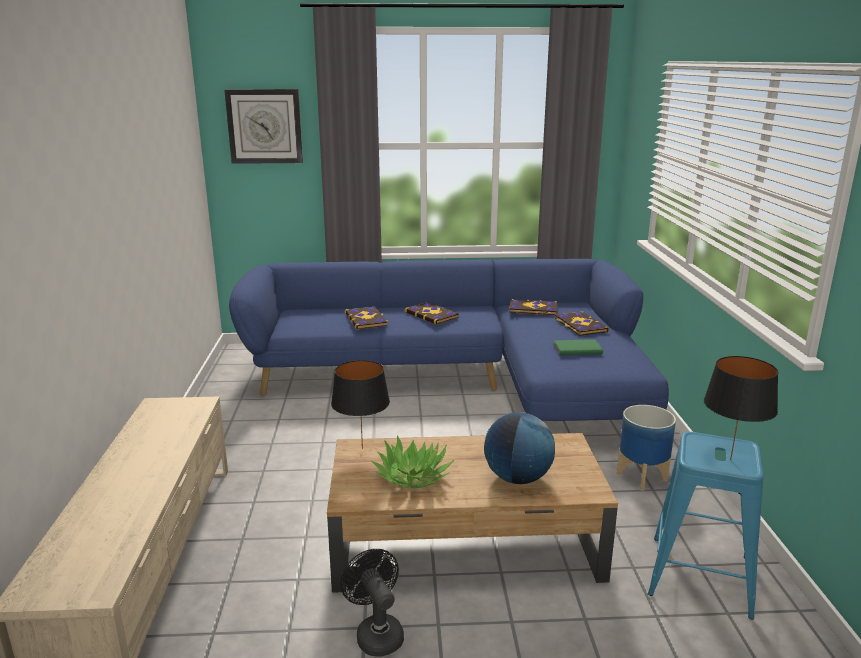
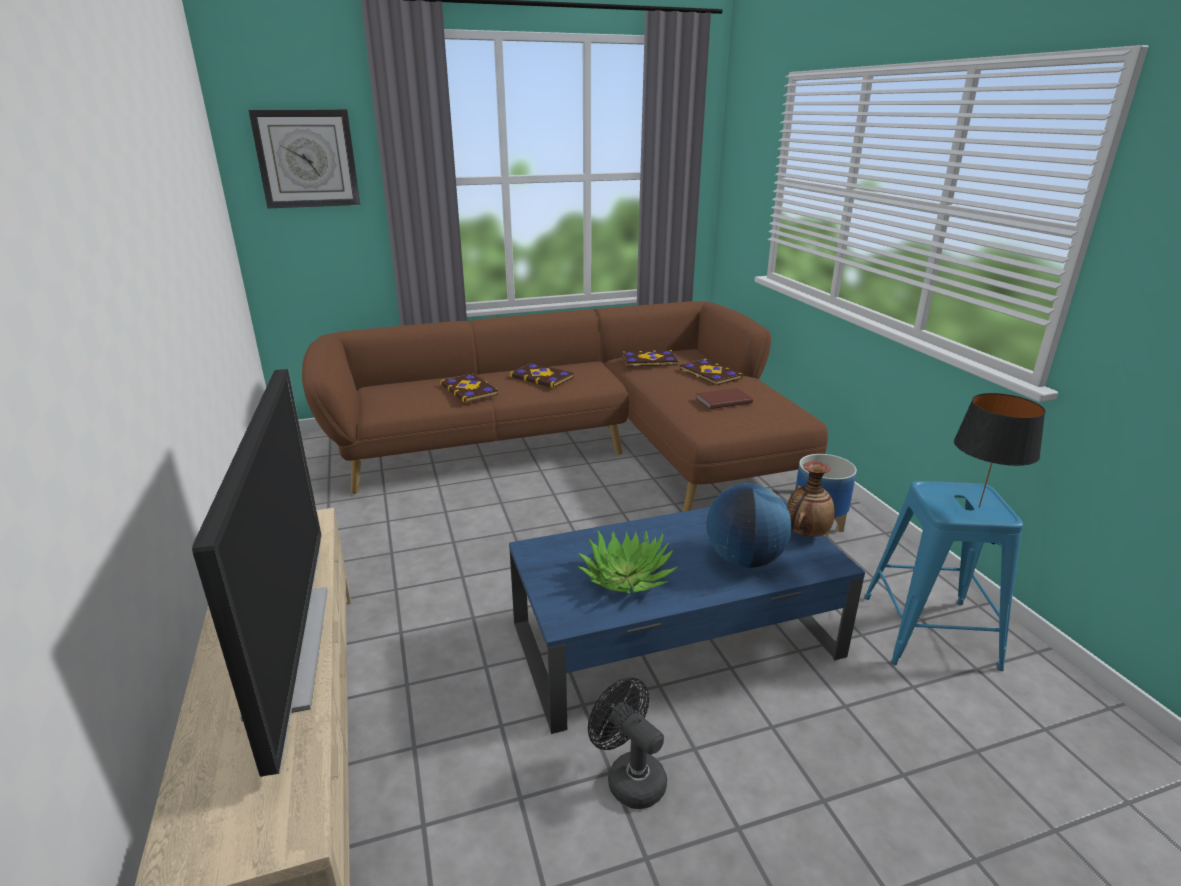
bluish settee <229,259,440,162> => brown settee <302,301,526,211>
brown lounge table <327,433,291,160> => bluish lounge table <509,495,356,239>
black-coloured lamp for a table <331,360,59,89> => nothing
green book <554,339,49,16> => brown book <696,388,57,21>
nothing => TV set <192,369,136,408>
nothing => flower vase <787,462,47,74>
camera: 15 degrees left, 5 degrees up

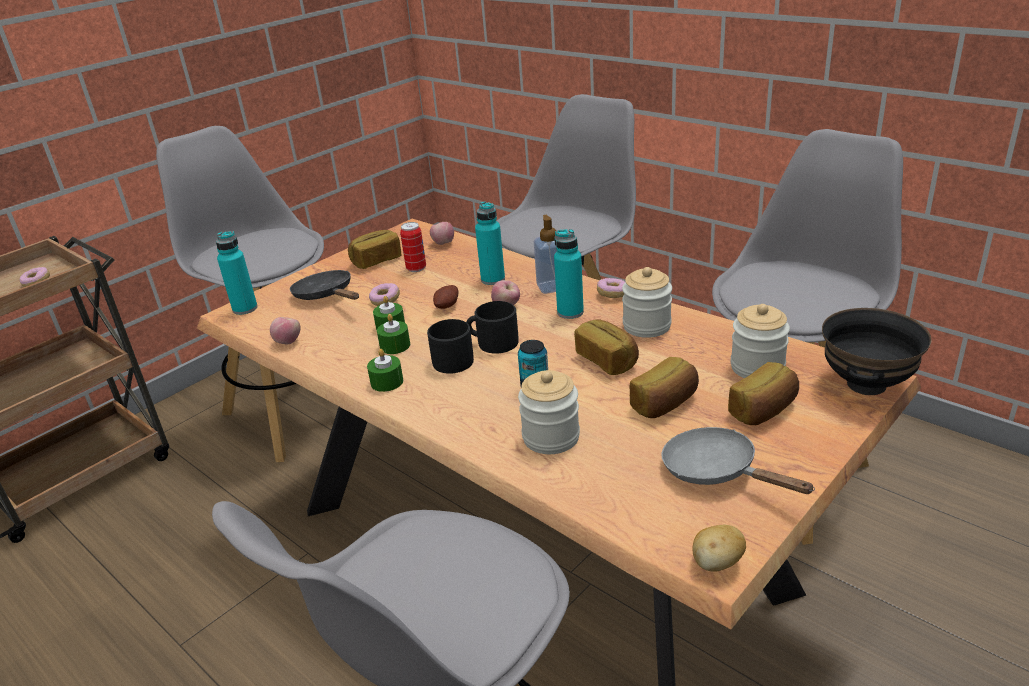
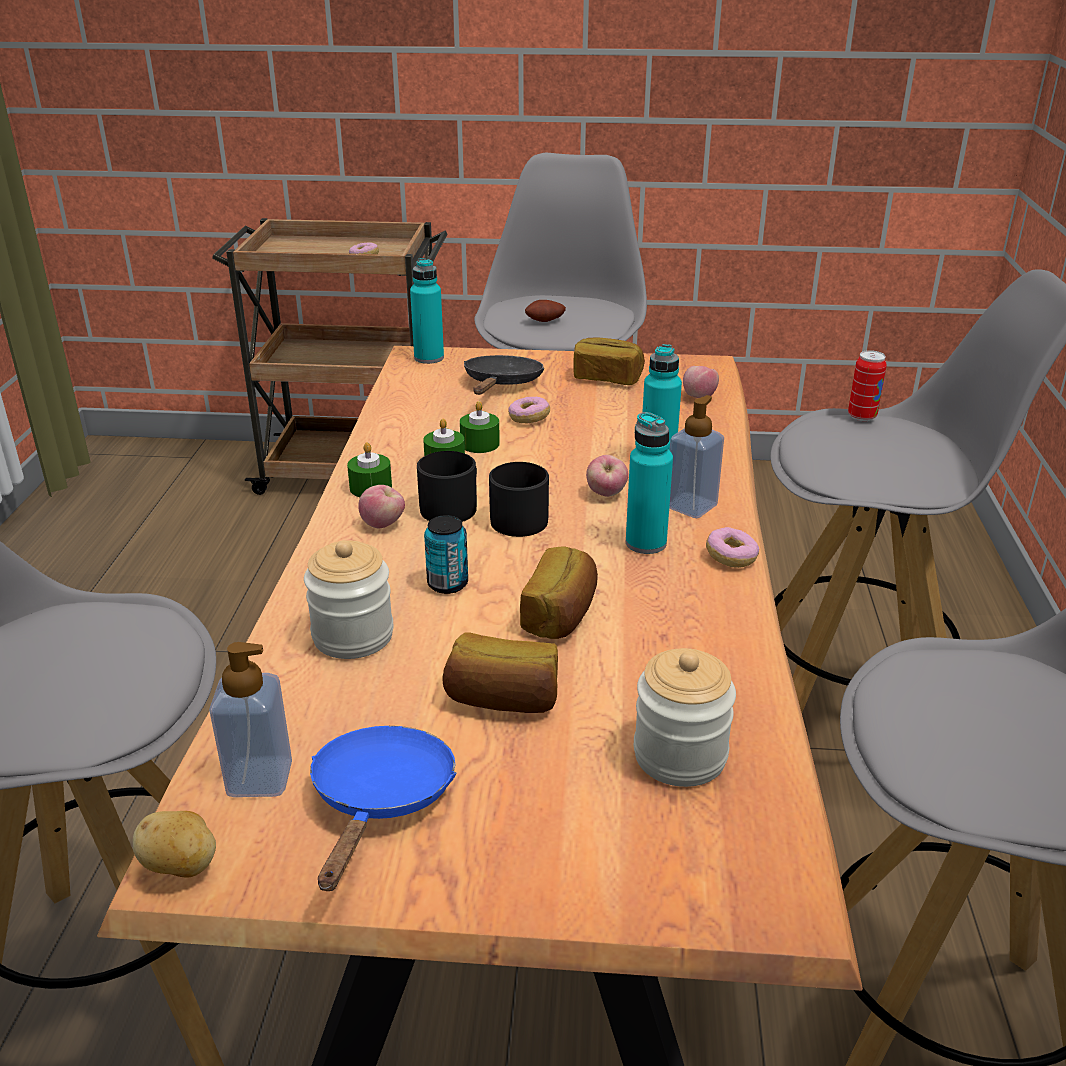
whole apple <270,317,31,27> => whole apple <358,485,47,43>, relocated
can <400,222,26,50> => can <848,350,39,71>, relocated
spud <433,285,26,24> => spud <525,300,41,22>, relocated
storage jar <622,267,50,71> => nothing
grey frying pan <661,427,154,67> => bluish frying pan <310,726,146,165>
bakery bread <728,362,71,63> => nothing
black-coloured bowl <822,308,110,87> => nothing
nothing => liquid soap bottle <209,642,83,155>
camera: 50 degrees right, 0 degrees up

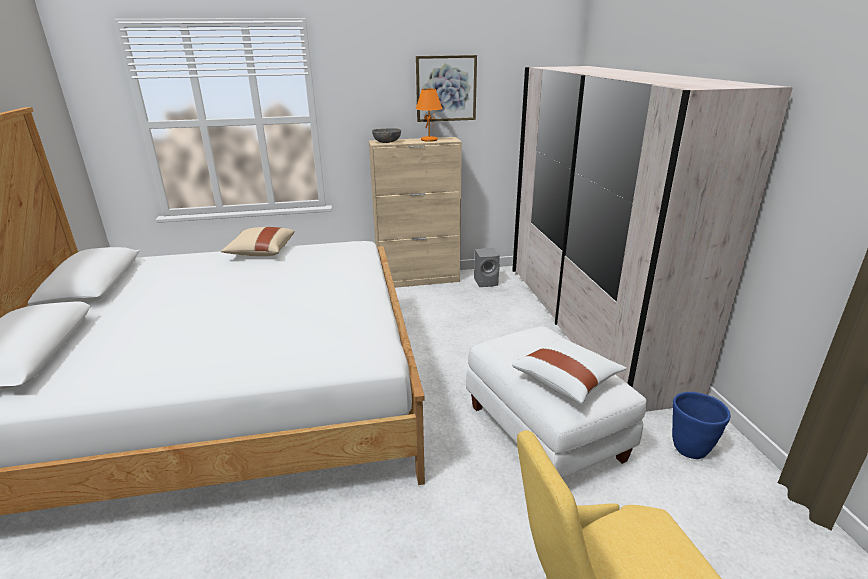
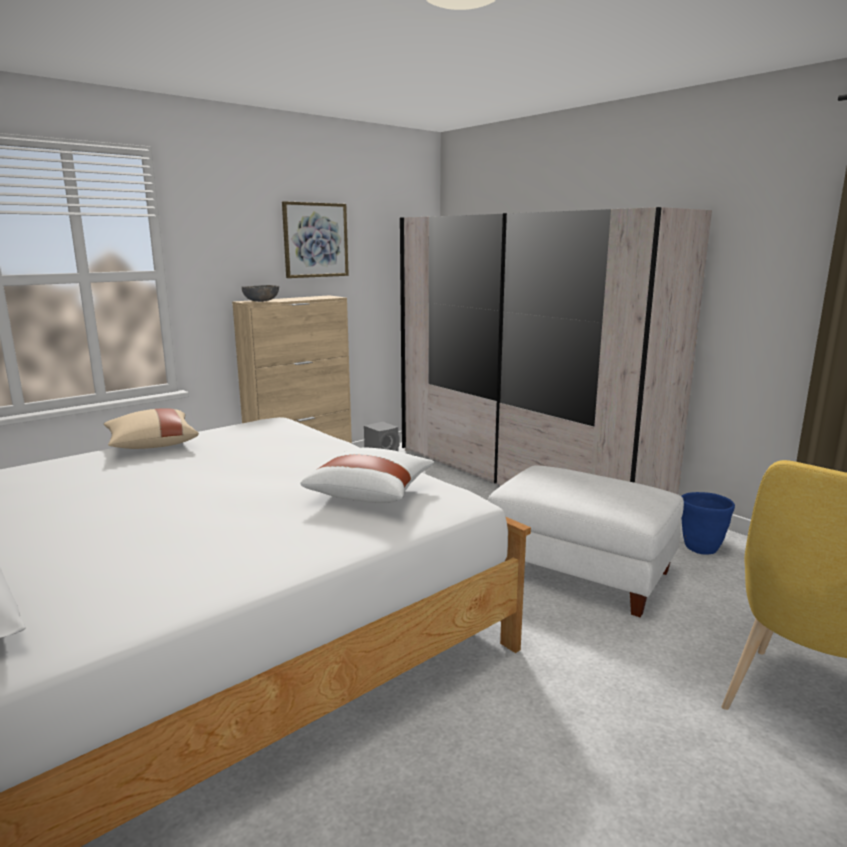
orange lamp for a table <416,89,27,53> => nothing
whitish pillow <512,337,115,67> => whitish pillow <300,448,134,55>, relocated
camera: 30 degrees left, 10 degrees down

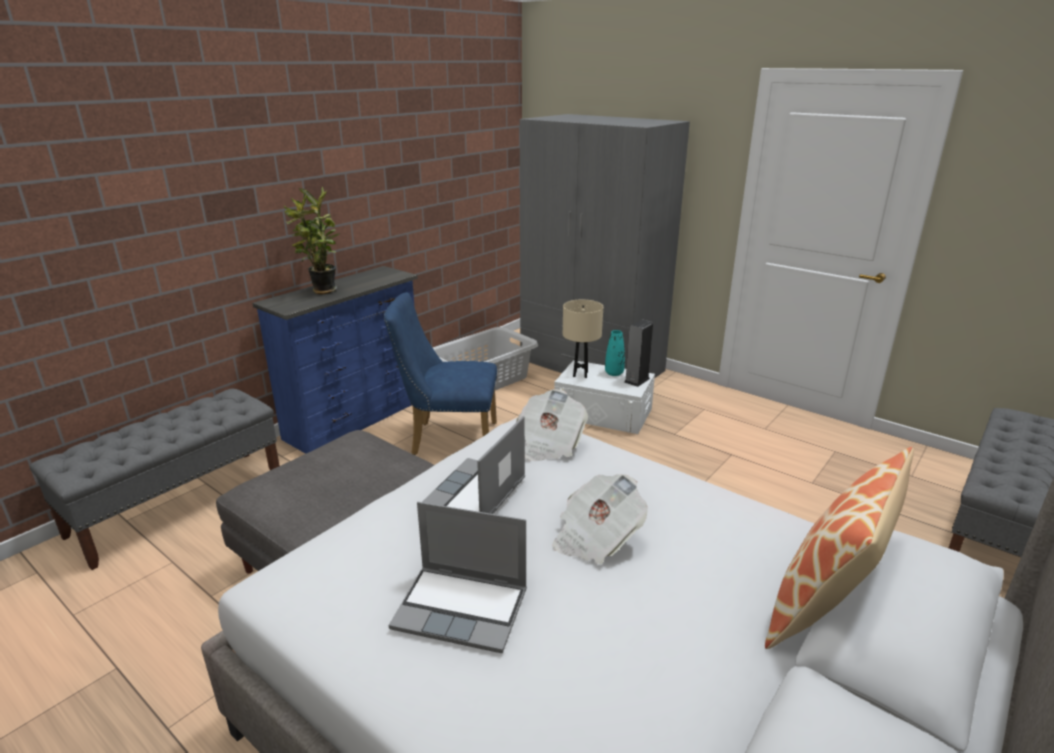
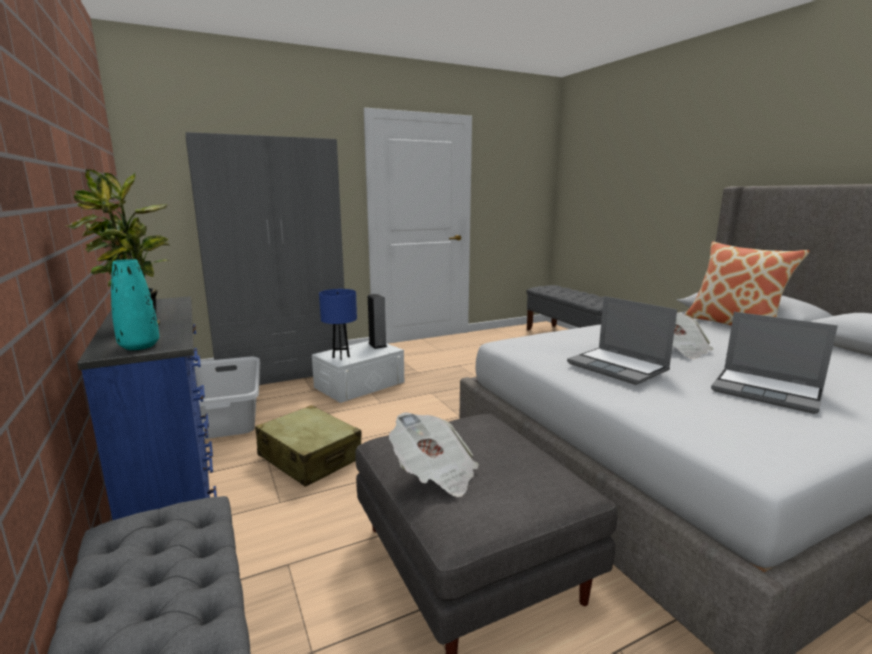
bluish upright chair <384,292,113,163> => beige-coloured piece of luggage <255,405,106,82>
notebook computer <389,502,138,151> => notebook computer <711,312,127,102>, 90 degrees clockwise
newspaper <516,389,72,72> => newspaper <389,412,90,85>, relocated
beige-coloured lamp for a table <563,299,40,79> => bluish lamp for a table <319,289,38,71>
blue-green flower vase <605,330,20,46> => blue-green flower vase <111,259,48,91>, relocated
camera: 65 degrees left, 10 degrees down

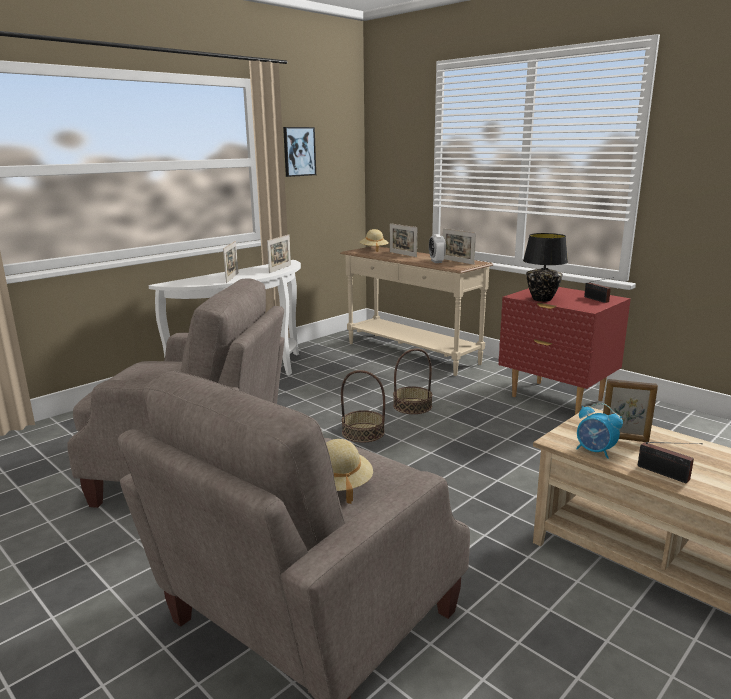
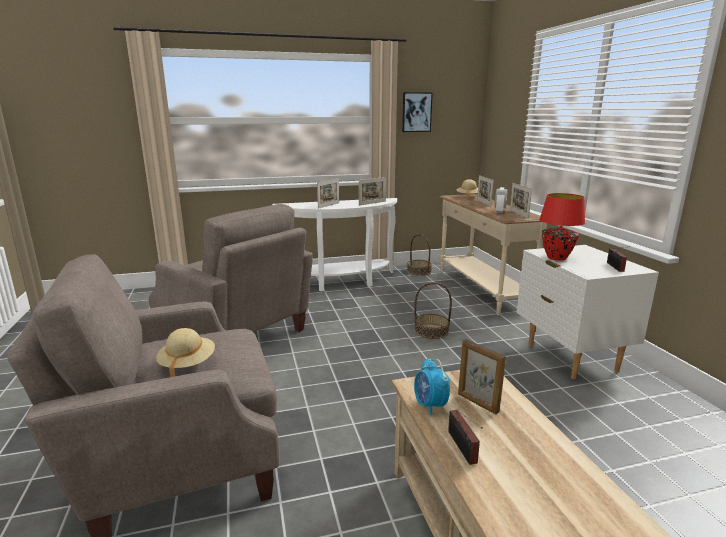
storage basket <341,370,44,73> => storage basket <407,234,25,41>, relocated
red-coloured night table <499,287,132,128> => whitish night table <517,245,142,135>
black-coloured lamp for a table <523,233,45,69> => red-coloured lamp for a table <539,193,46,68>
camera: 30 degrees right, 0 degrees up

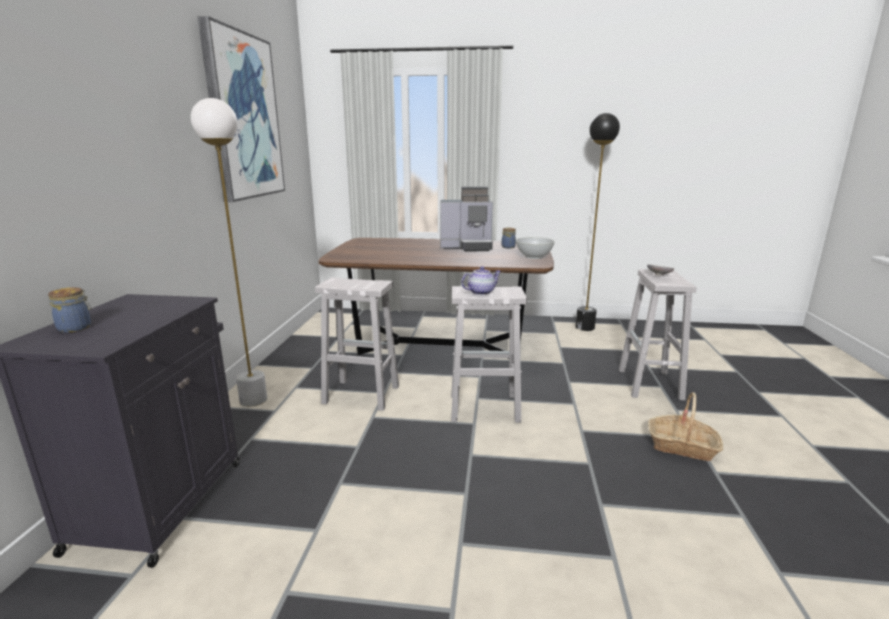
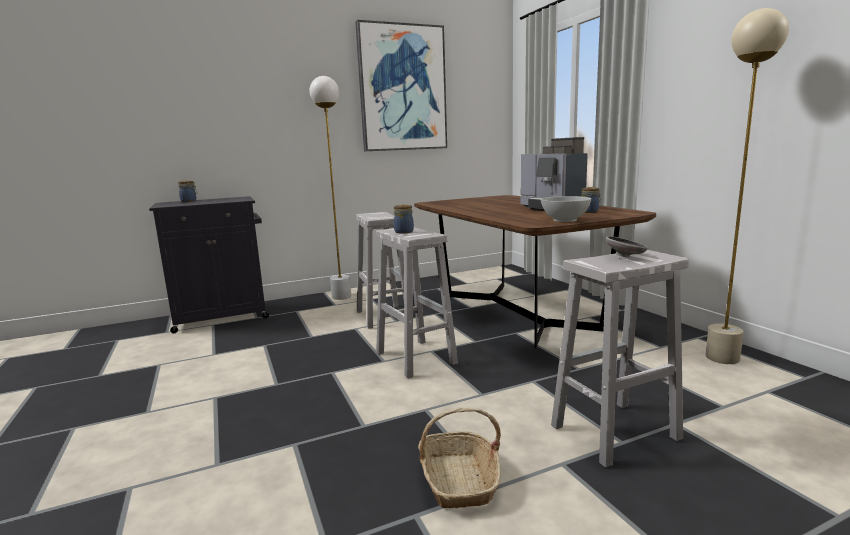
pot for tea <461,266,40,29> => storage jar <394,204,20,30>
black-coloured standard lamp <575,113,45,218> => beige-coloured standard lamp <705,8,84,356>
camera: 60 degrees right, 5 degrees down

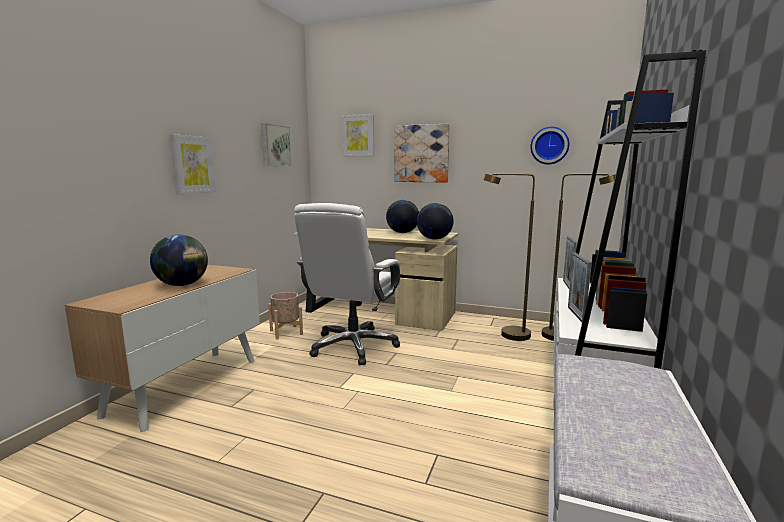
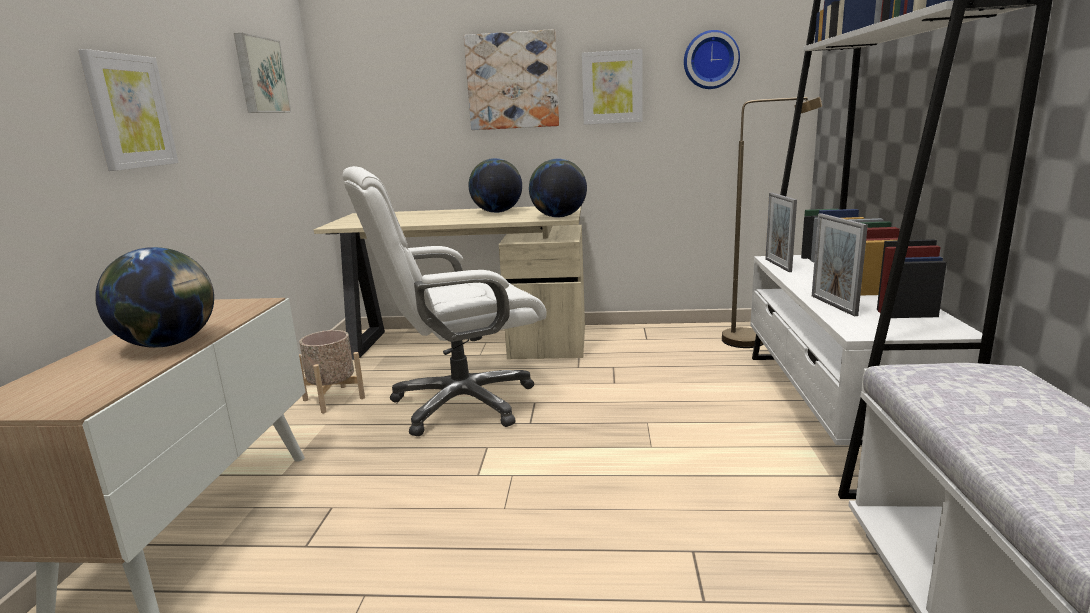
whitish desk chair <294,203,106,162> => whitish desk chair <342,166,205,270>, 60 degrees clockwise
picture <341,114,33,43> => picture <582,49,61,76>, relocated
brown standard lamp <483,173,52,168> => nothing
camera: 15 degrees left, 5 degrees up

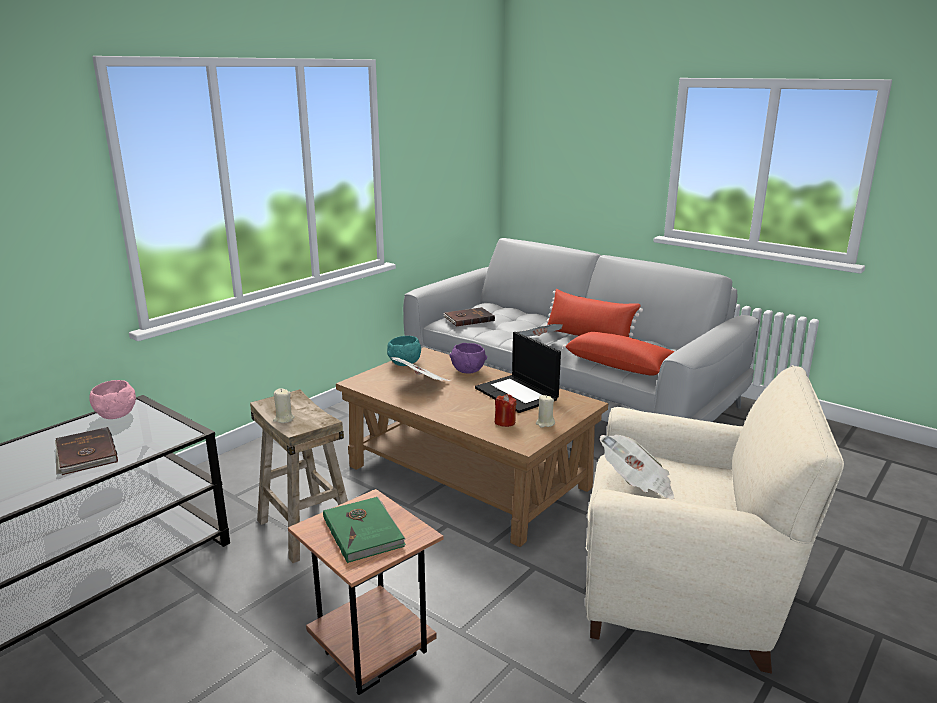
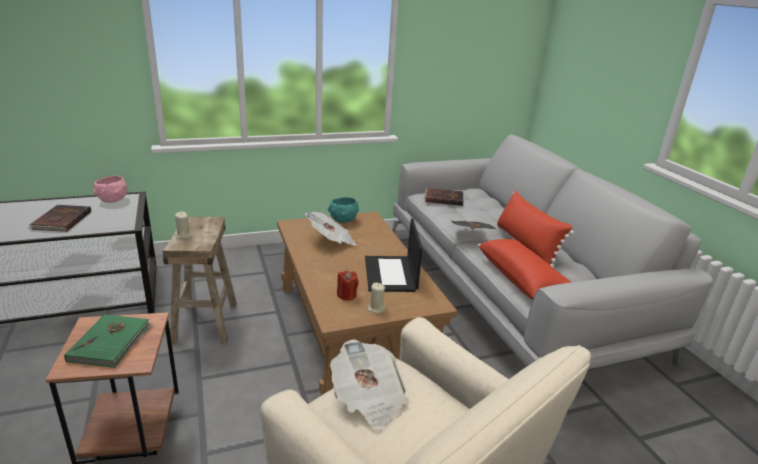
purple-coloured bowl <449,343,38,31> => nothing
camera: 30 degrees right, 5 degrees up

